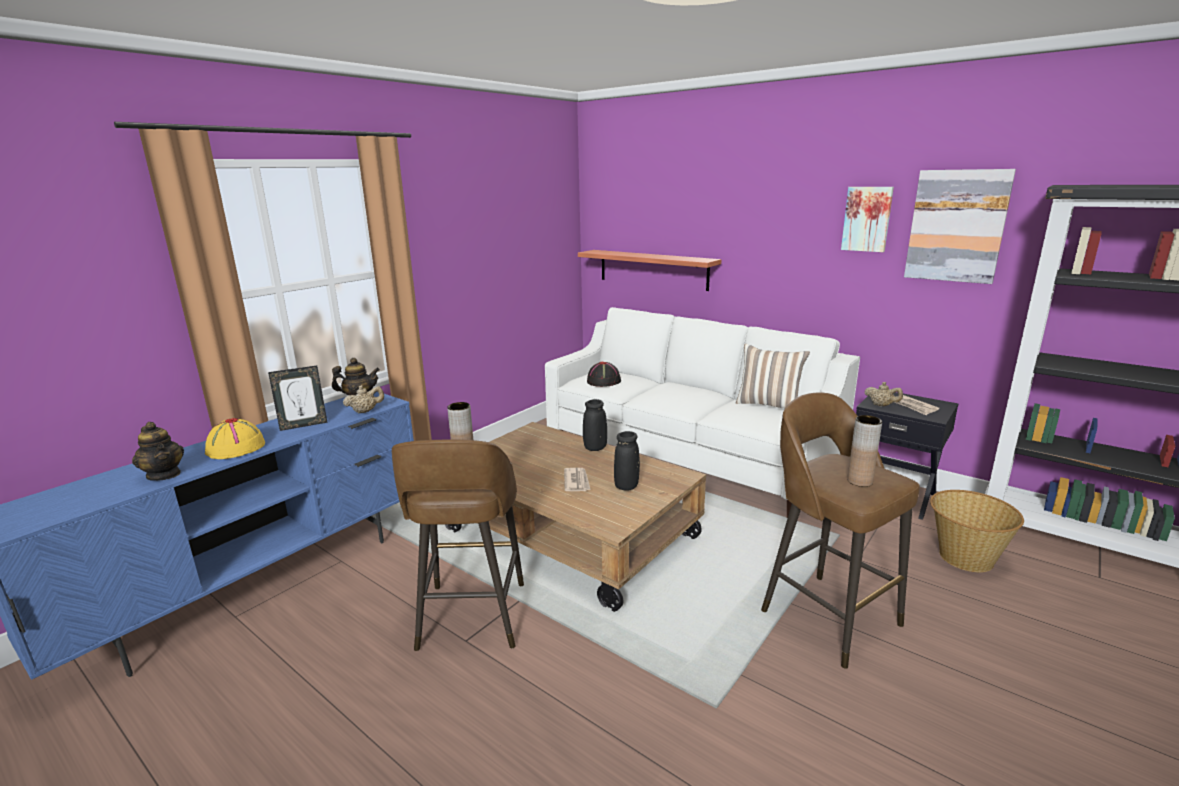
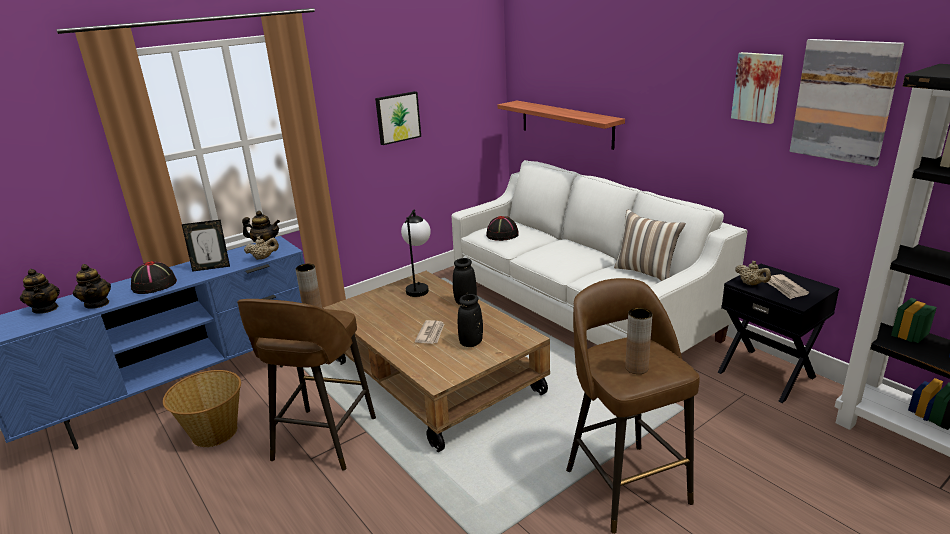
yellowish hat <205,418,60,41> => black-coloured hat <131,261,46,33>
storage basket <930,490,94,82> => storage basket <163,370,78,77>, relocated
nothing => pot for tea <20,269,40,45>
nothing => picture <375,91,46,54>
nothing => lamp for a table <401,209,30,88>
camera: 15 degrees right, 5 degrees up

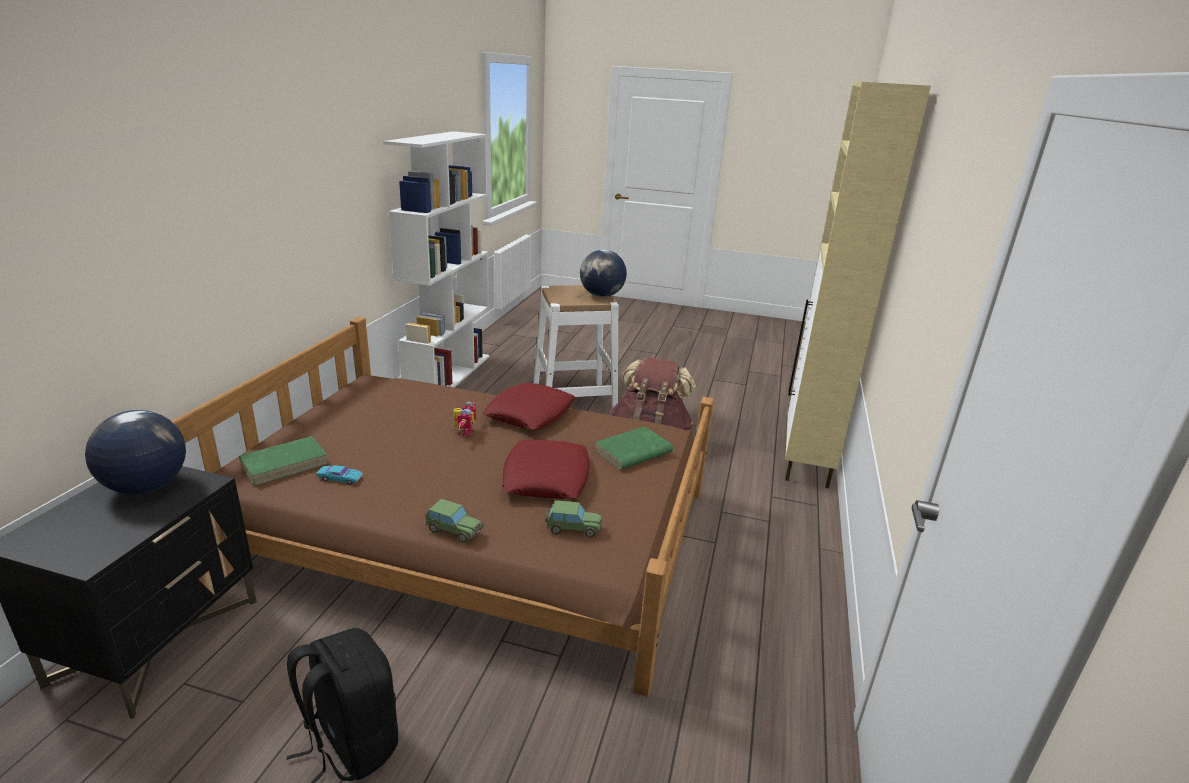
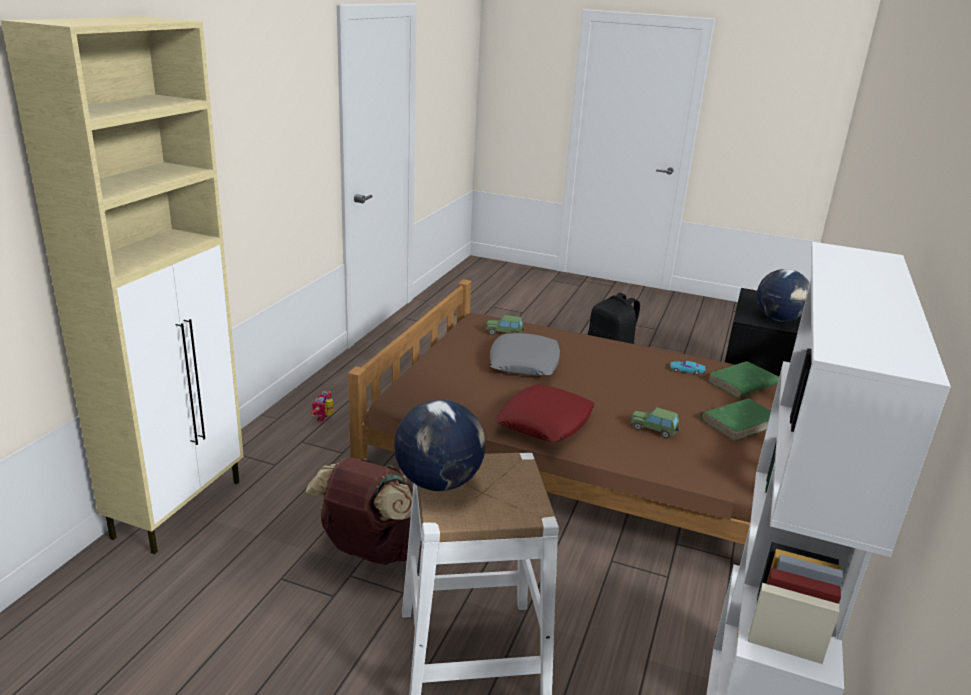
model car <425,499,59,44> => model car <630,408,51,31>, relocated
robot figure <454,402,22,35> => robot figure <312,391,21,31>, relocated
red-coloured pillow <502,440,87,59> => grey pillow <490,333,70,43>
green book <595,426,78,44> => green book <701,398,70,43>, relocated
camera: 175 degrees left, 0 degrees up

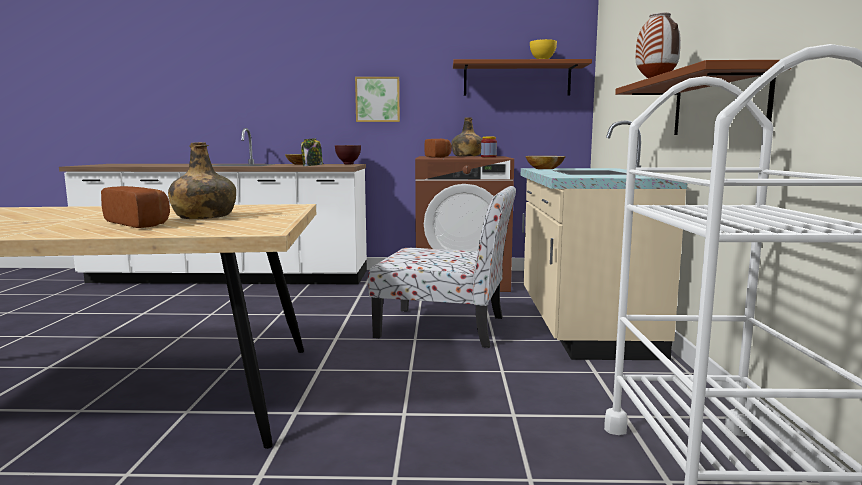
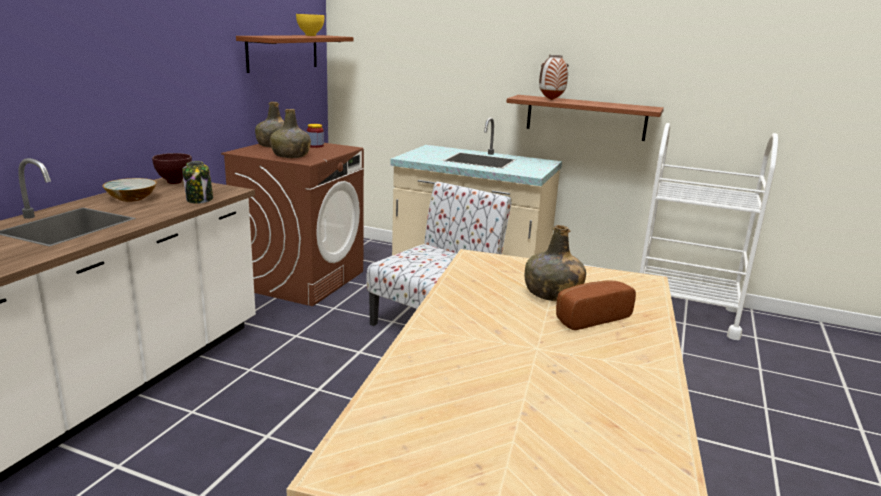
picture <355,77,45,45> => nothing
bakery bread <424,139,28,19> => green beverage bottle <270,109,41,49>
bowl <525,156,41,13> => nothing
camera: 70 degrees left, 10 degrees up

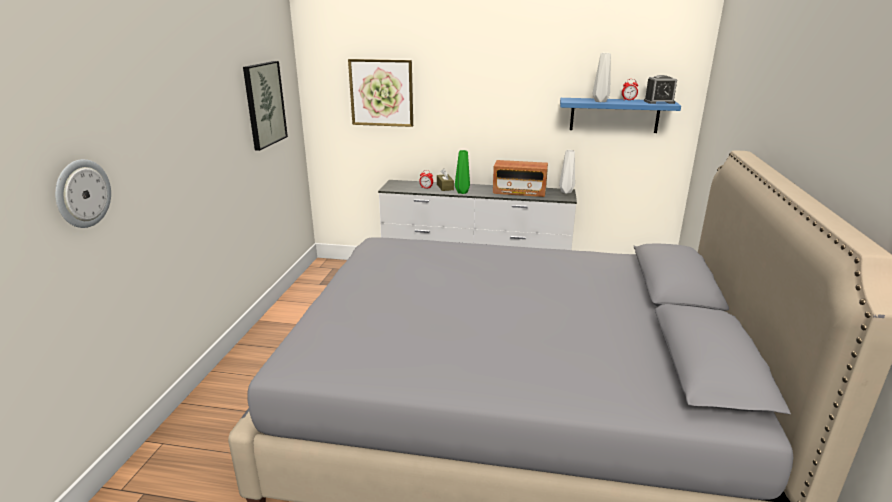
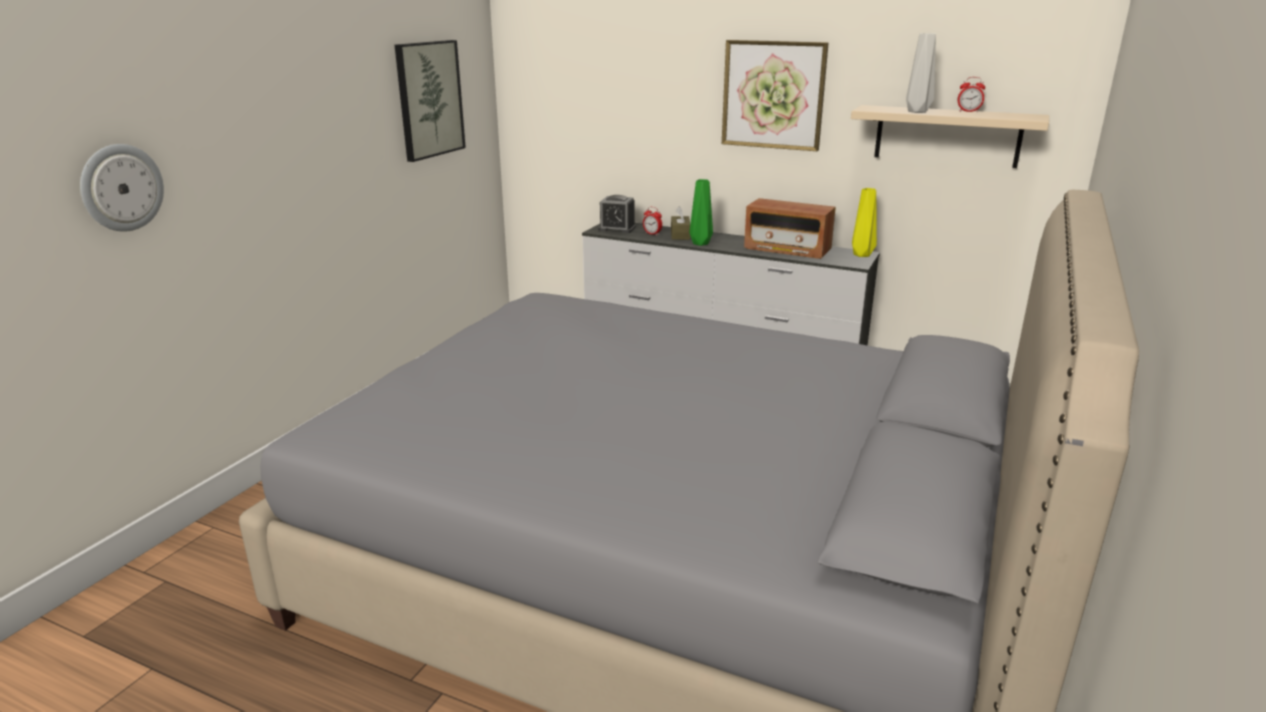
picture <348,59,65,68> => picture <722,40,107,111>, relocated
whitish flower vase <559,150,16,44> => yellowish flower vase <852,188,25,69>
bluish wall shelf <560,98,121,35> => beige-coloured wall shelf <851,105,198,63>
bedside clock <644,75,33,29> => bedside clock <598,195,38,38>, relocated
camera: 15 degrees right, 0 degrees up

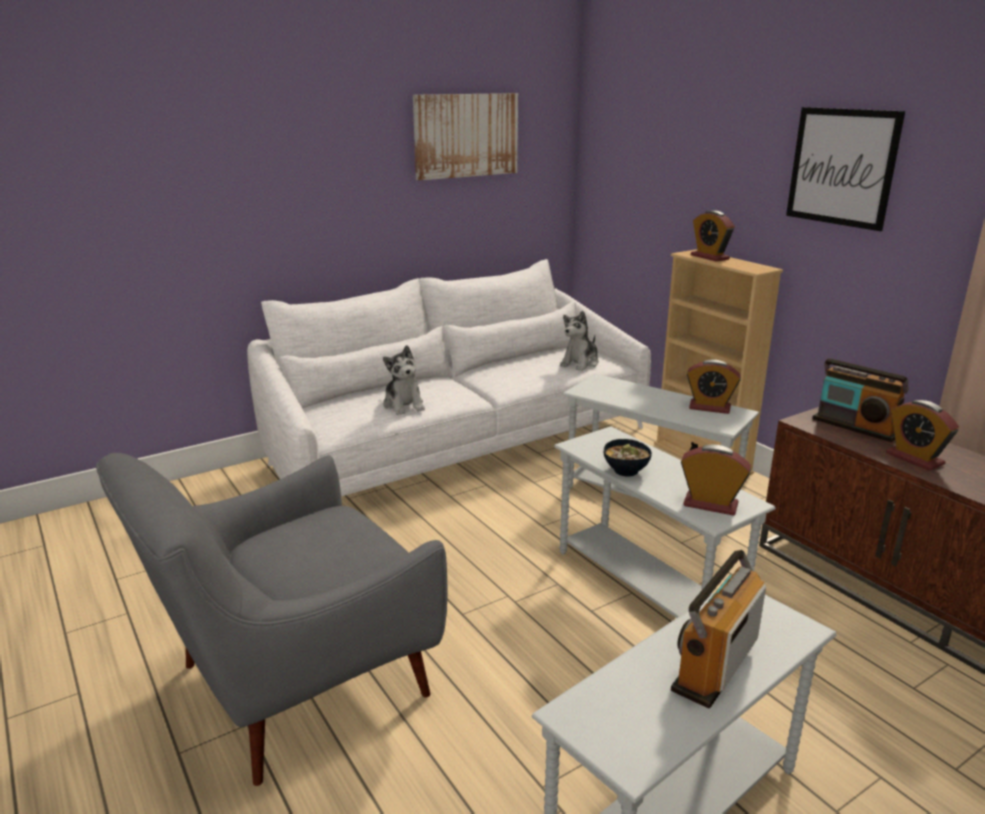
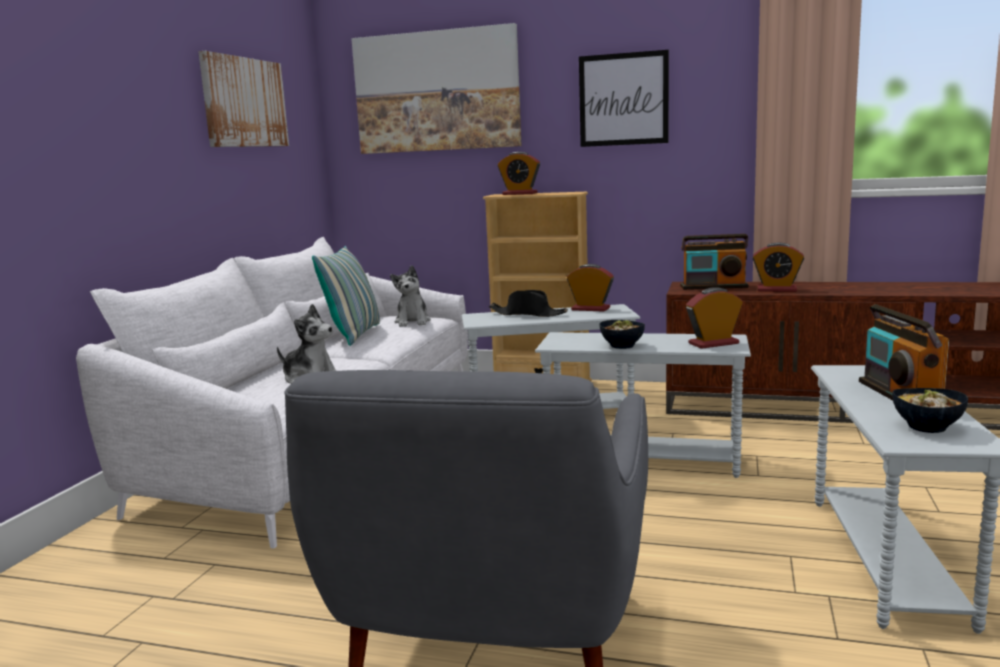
bedside clock <687,359,54,55> => bedside clock <567,264,47,48>, 135 degrees counterclockwise
nothing => pillow <312,246,68,100>
nothing => picture <351,23,171,131>
nothing => black-coloured hat <489,290,79,27>
nothing => bowl <893,388,75,45>
camera: 40 degrees left, 10 degrees down

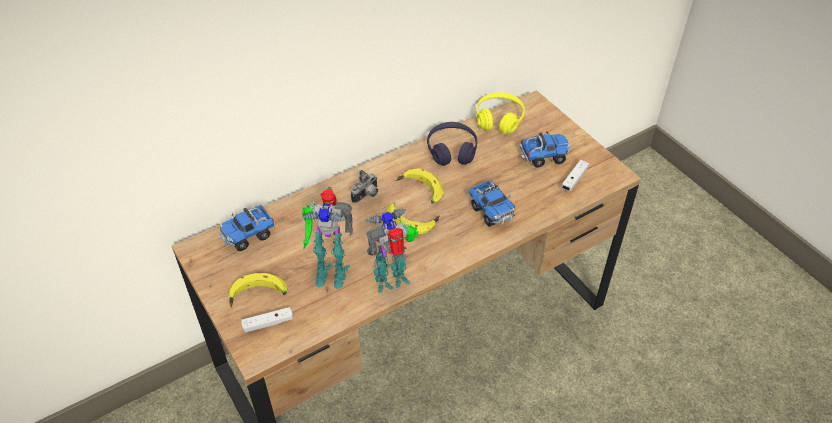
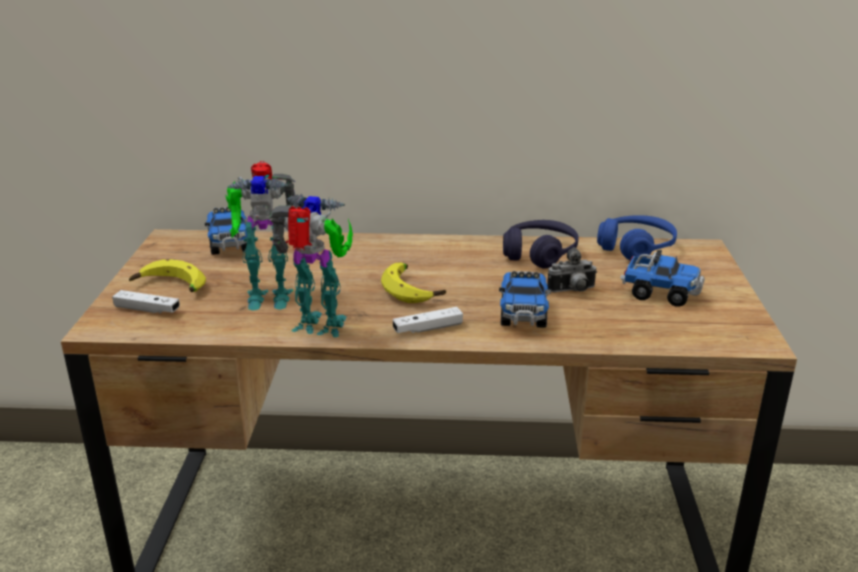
toy lorry <219,205,56,46> => toy lorry <205,207,43,48>, 105 degrees counterclockwise
robot figure <302,187,51,102> => robot figure <225,161,70,150>, 45 degrees counterclockwise
still camera <351,170,27,33> => still camera <547,247,50,46>, relocated
banana fruit <396,169,48,35> => nothing
yellowish headset <476,92,49,42> => bluish headset <597,215,80,45>
whitish game controller <561,160,28,31> => whitish game controller <393,307,70,26>, relocated
camera: 35 degrees right, 20 degrees down

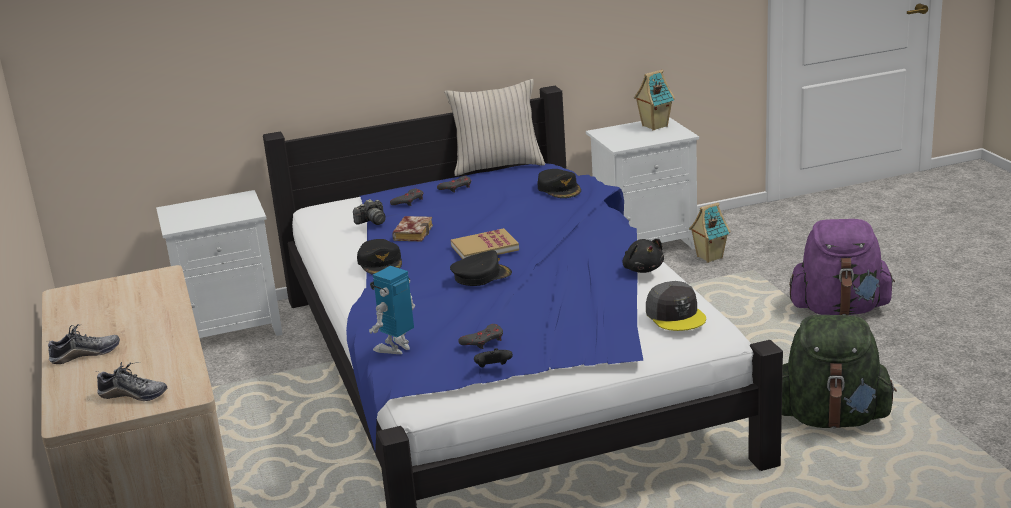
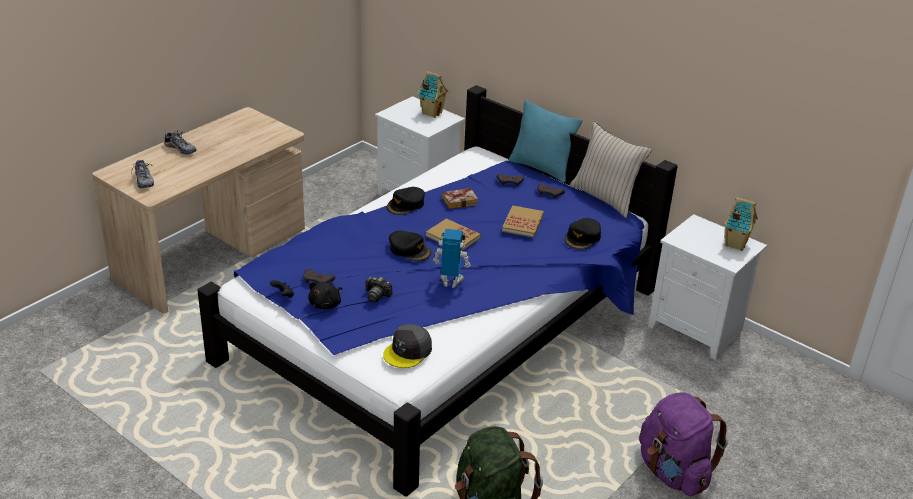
still camera <353,199,32,26> => still camera <365,277,28,25>, relocated
robot figure <369,266,46,88> => robot figure <433,229,38,59>, relocated
black-coloured cuddly toy <623,239,41,34> => black-coloured cuddly toy <308,282,34,27>, relocated
model house <689,202,42,61> => model house <417,71,32,47>, relocated
nothing => book <502,205,42,33>
nothing => blue-green pillow <509,100,73,83>
camera: 55 degrees right, 10 degrees up

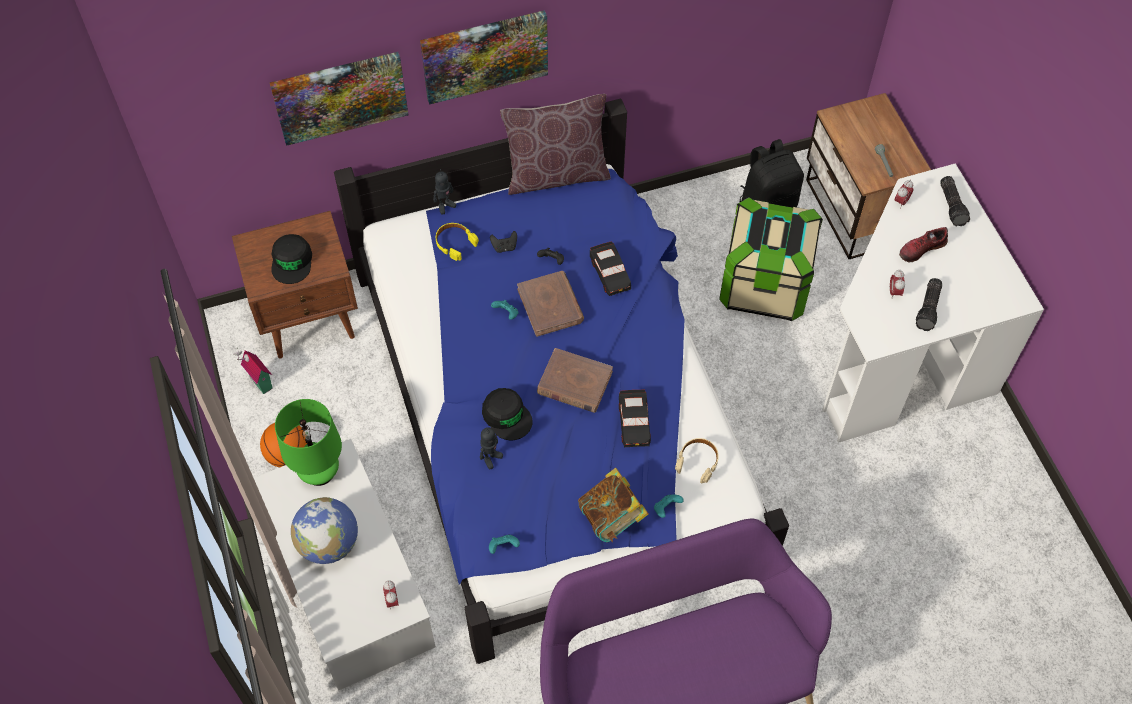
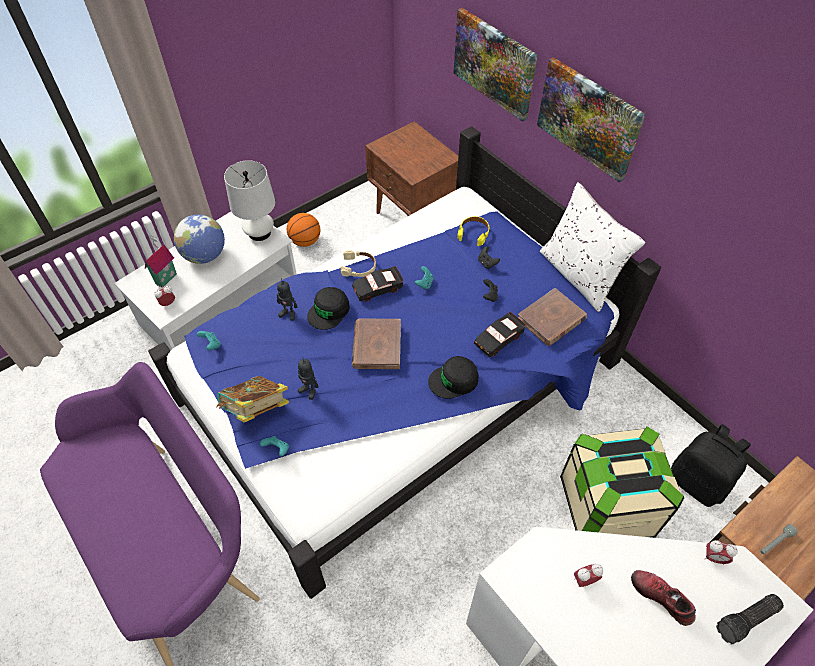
model house <234,348,39,46> => model house <145,236,32,51>, relocated
black-coloured cap <271,234,41,50> => black-coloured cap <428,356,51,43>, relocated
green lamp for a table <275,399,67,87> => whitish lamp for a table <224,160,51,81>
robot figure <433,169,24,46> => robot figure <298,357,20,43>, relocated
brown pillow <500,94,111,101> => whitish pillow <540,182,105,130>
brown book <517,271,67,66> => brown book <518,288,69,58>, relocated
black-coloured model car <619,389,32,58> => black-coloured model car <352,266,51,36>, relocated
beige-coloured headset <675,438,44,45> => beige-coloured headset <340,250,36,27>, relocated
torch <916,278,26,53> => nothing
camera: 70 degrees right, 5 degrees down

